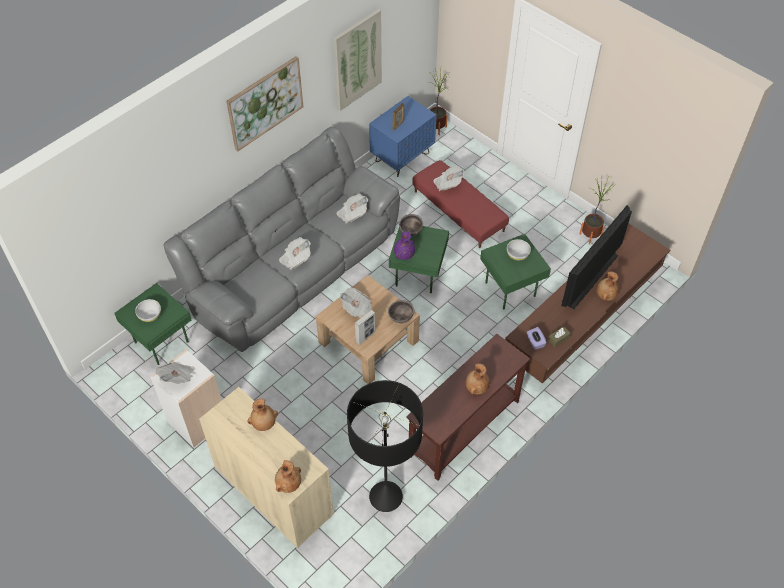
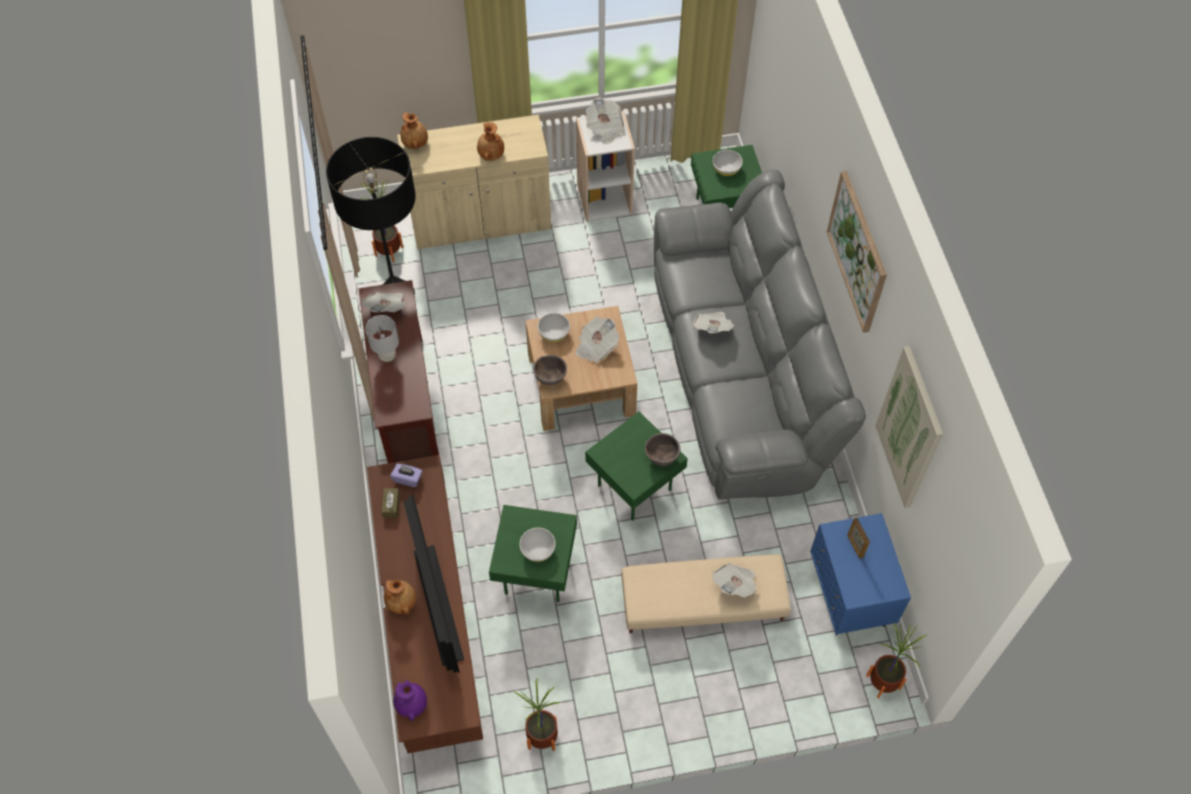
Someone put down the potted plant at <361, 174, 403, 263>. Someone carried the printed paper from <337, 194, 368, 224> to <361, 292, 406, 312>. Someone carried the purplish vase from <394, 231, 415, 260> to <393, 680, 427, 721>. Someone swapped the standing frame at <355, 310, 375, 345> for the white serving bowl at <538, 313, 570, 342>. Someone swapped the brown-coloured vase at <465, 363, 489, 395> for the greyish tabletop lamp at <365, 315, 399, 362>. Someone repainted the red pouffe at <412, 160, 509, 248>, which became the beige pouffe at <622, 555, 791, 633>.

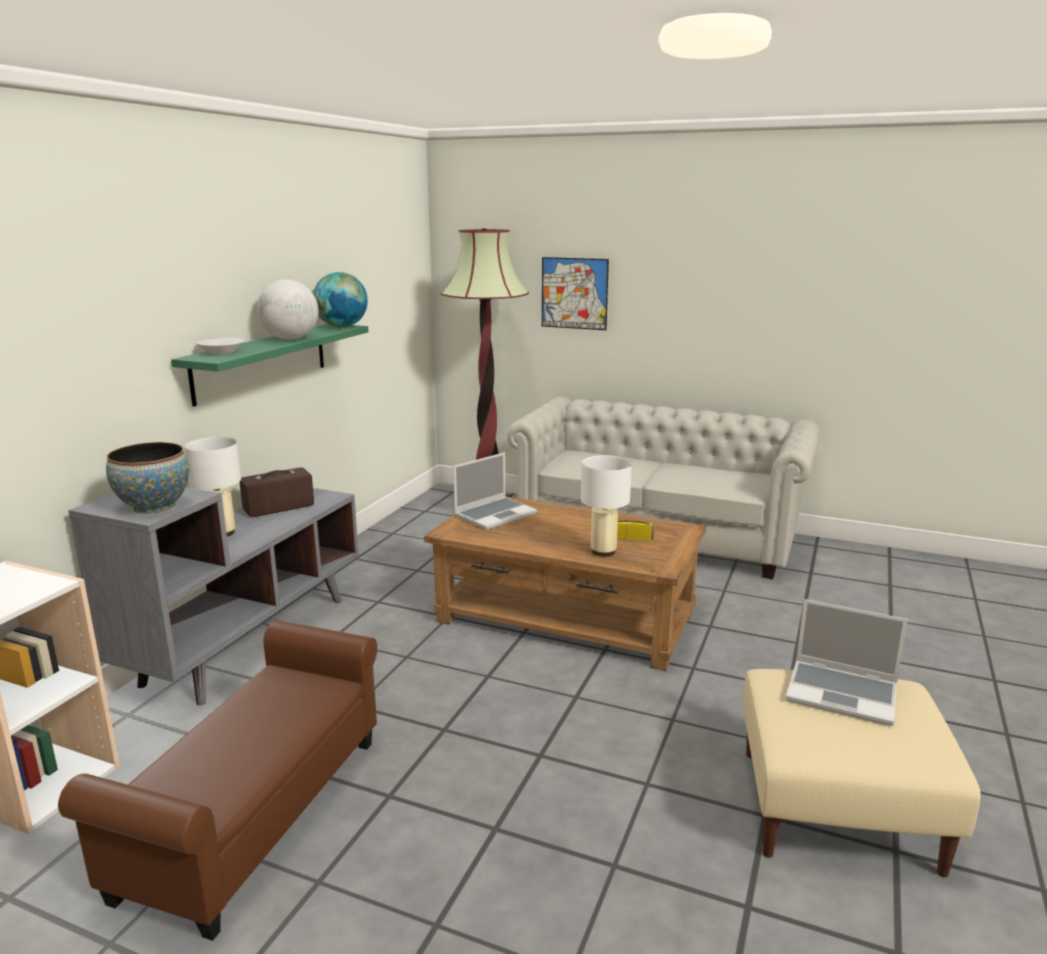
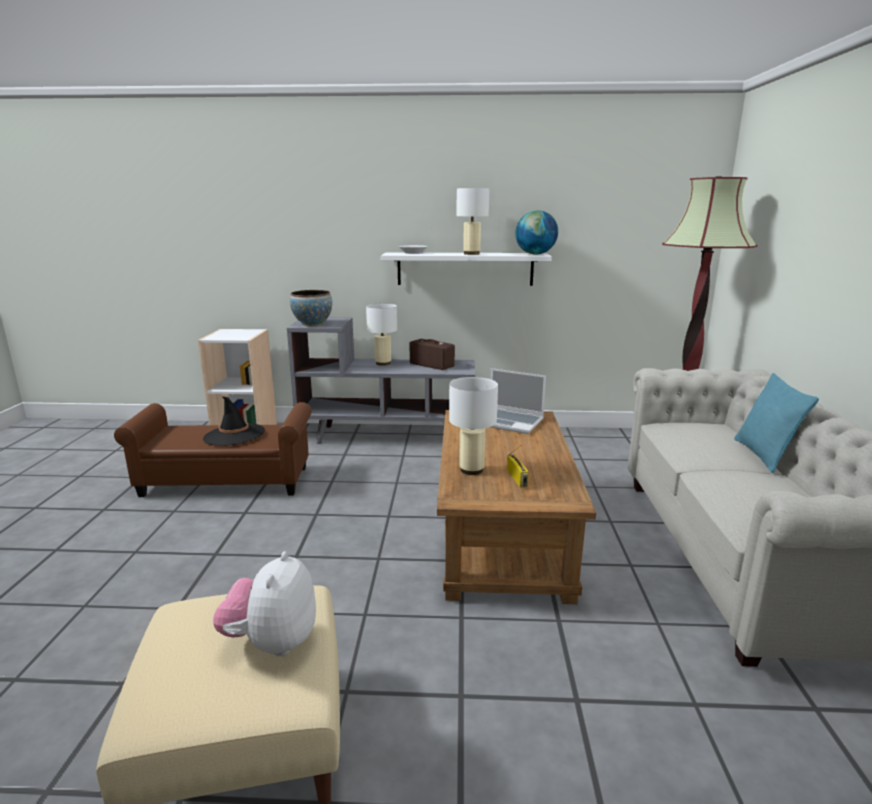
Someone took away the picture at <542, 257, 609, 330>. Someone put down the blackish clothing hat at <203, 396, 265, 446>. Someone put down the turquoise cushion at <734, 373, 819, 473>. Someone swapped the world globe at <257, 279, 319, 340> for the white tabletop lamp at <457, 188, 489, 255>. Someone swapped the portable computer at <786, 599, 908, 726> for the plush toy at <213, 551, 316, 656>. Someone repainted the green-coloured bracket shelf at <171, 324, 369, 407>, which became the white bracket shelf at <381, 252, 552, 286>.

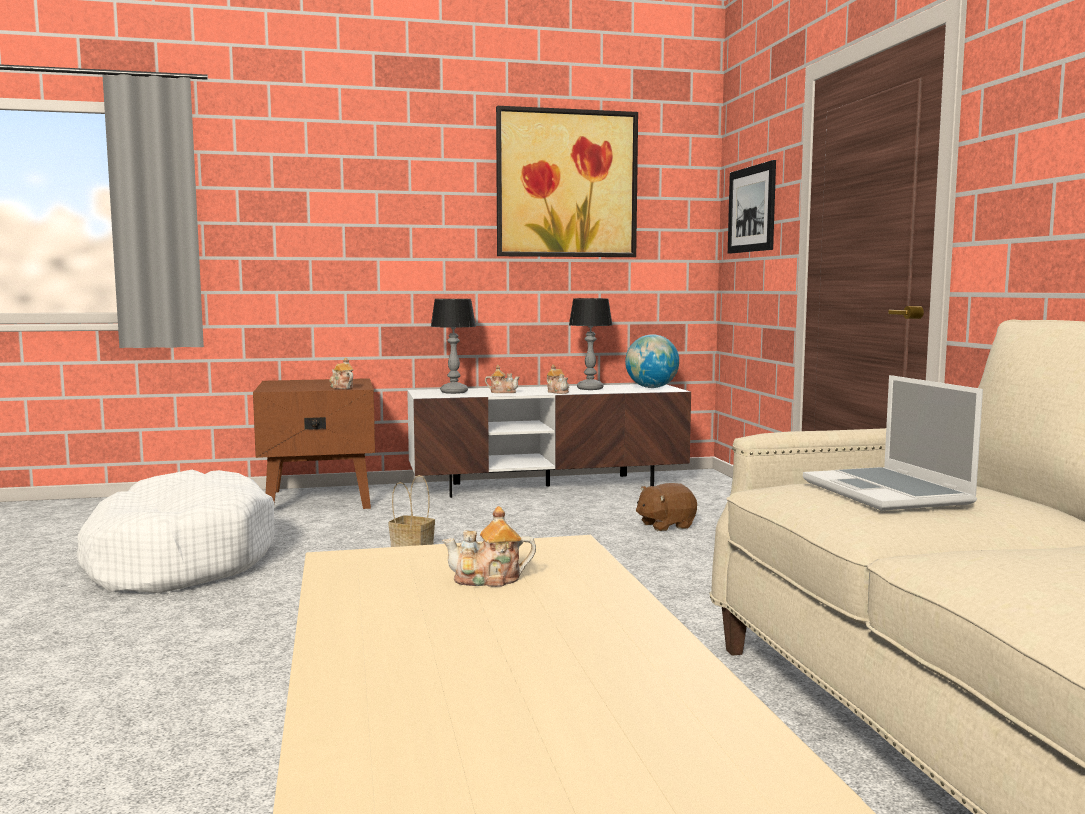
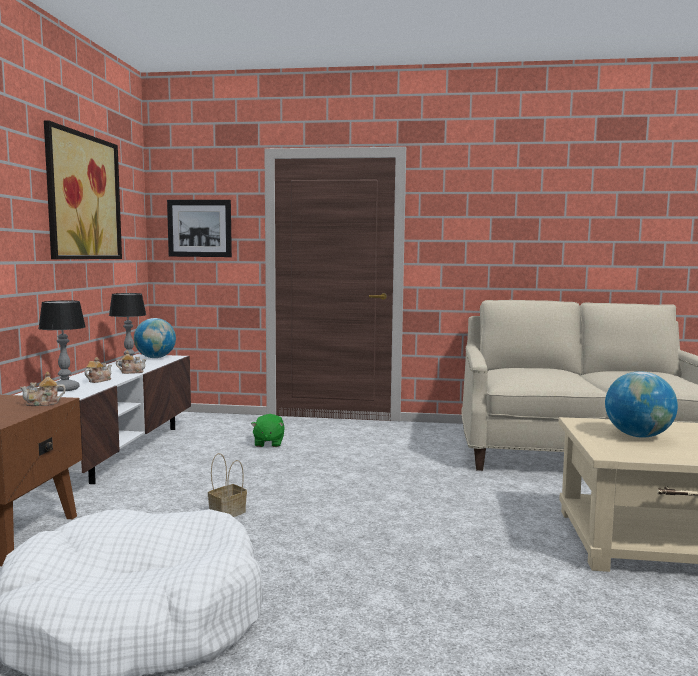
Someone took away the portable computer at <803, 375, 983, 511>. Someone swapped the tea pot at <442, 506, 536, 587> for the world globe at <605, 371, 678, 438>. Someone repainted the brown-coloured plush toy at <636, 483, 697, 531>, which became the green-coloured plush toy at <251, 414, 285, 447>.

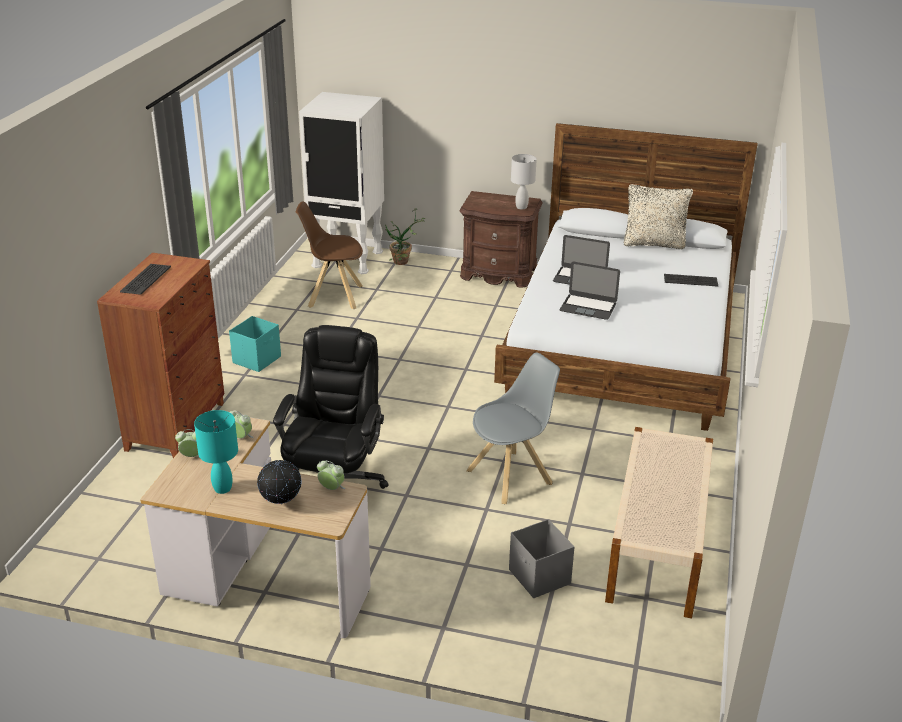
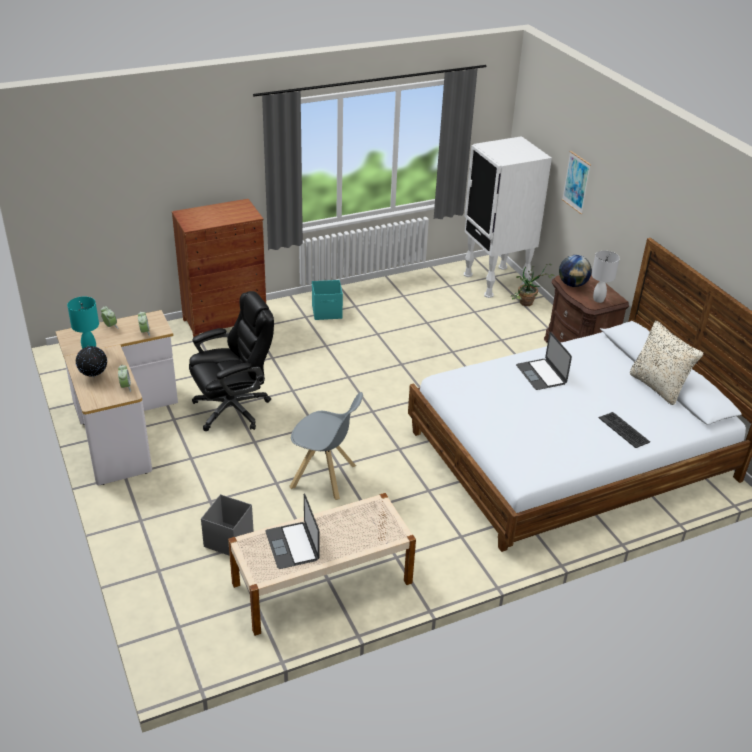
Someone took away the computer keyboard at <120, 264, 171, 295>. Someone took away the brown-coloured upright chair at <296, 201, 363, 309>. Someone put down the world globe at <559, 255, 592, 287>. Someone put up the picture at <562, 151, 591, 214>. Someone carried the portable computer from <560, 262, 620, 320> to <265, 494, 320, 569>.

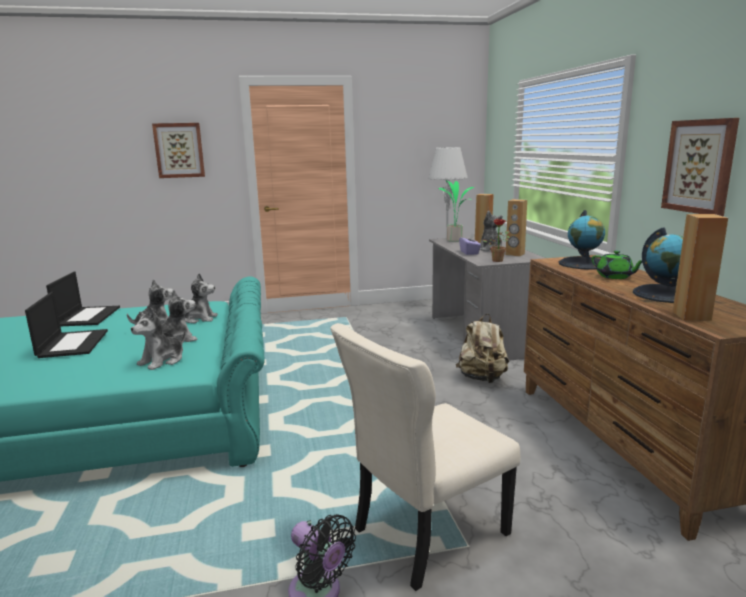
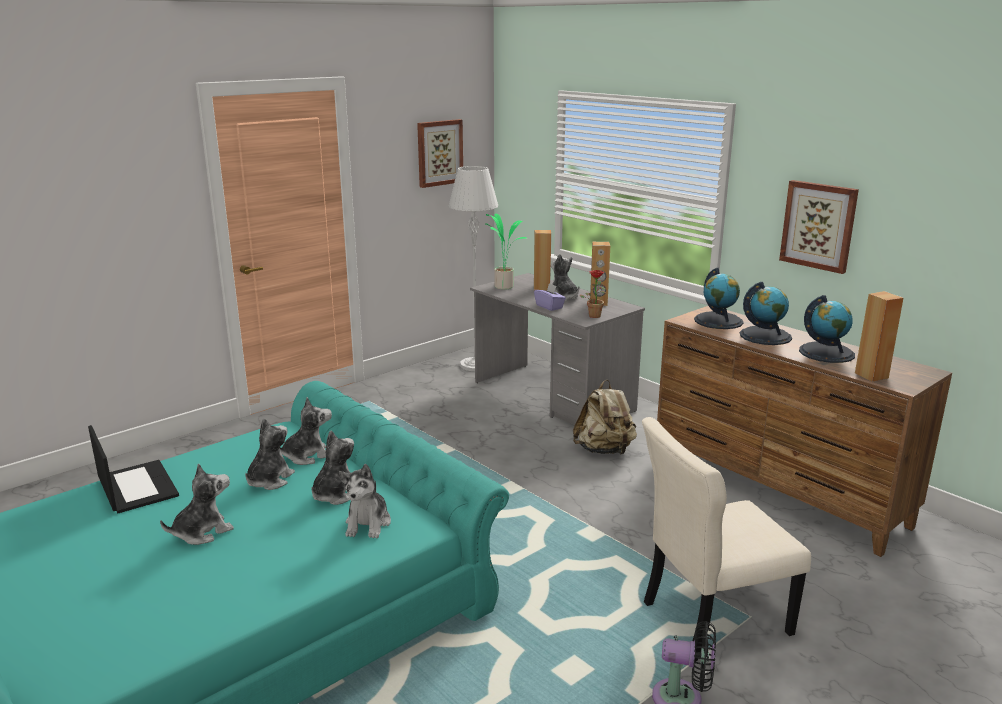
Someone carried the picture from <152, 123, 205, 178> to <417, 119, 463, 188>. Someone swapped the portable computer at <25, 292, 108, 358> for the plush toy at <160, 463, 234, 545>. Someone swapped the green-coloured tea pot at <592, 250, 642, 279> for the world globe at <740, 282, 792, 345>. Someone rotated the beige upright chair at <330, 323, 520, 591> by 45 degrees clockwise.

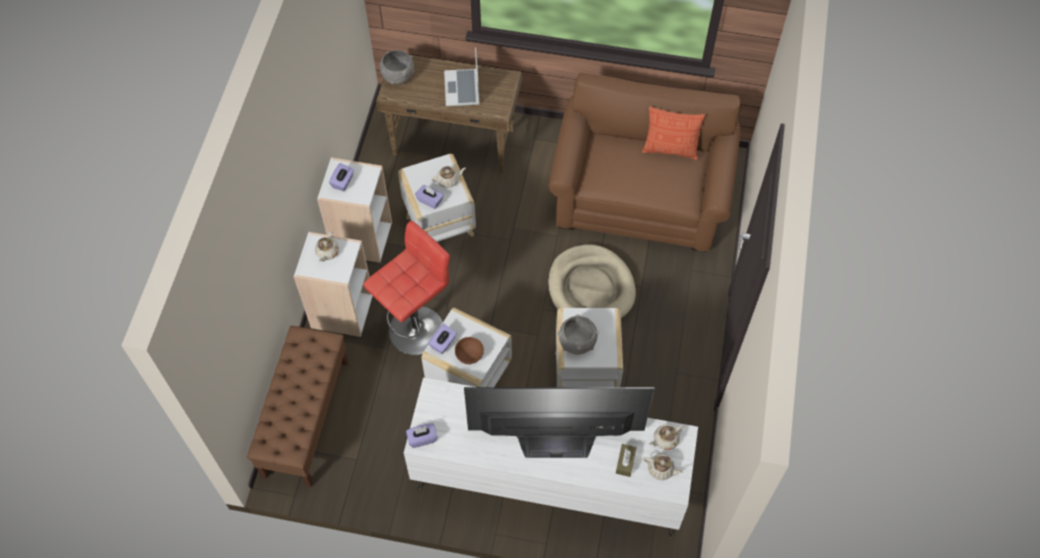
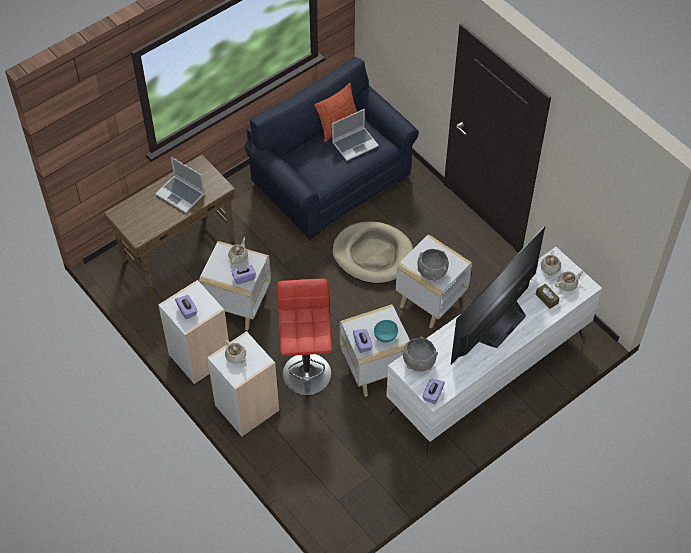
Someone took away the brown-coloured indoor bench at <247, 326, 348, 487>. Someone put down the portable computer at <332, 109, 379, 161>. Someone carried the greyish serving bowl from <380, 50, 415, 85> to <402, 337, 438, 372>. Someone repainted the brown-coloured serving bowl at <455, 337, 484, 364>, which became the turquoise serving bowl at <374, 320, 398, 343>. Someone repainted the brown-coloured settee at <548, 73, 740, 252>, which became the blue-coloured settee at <245, 57, 419, 239>.

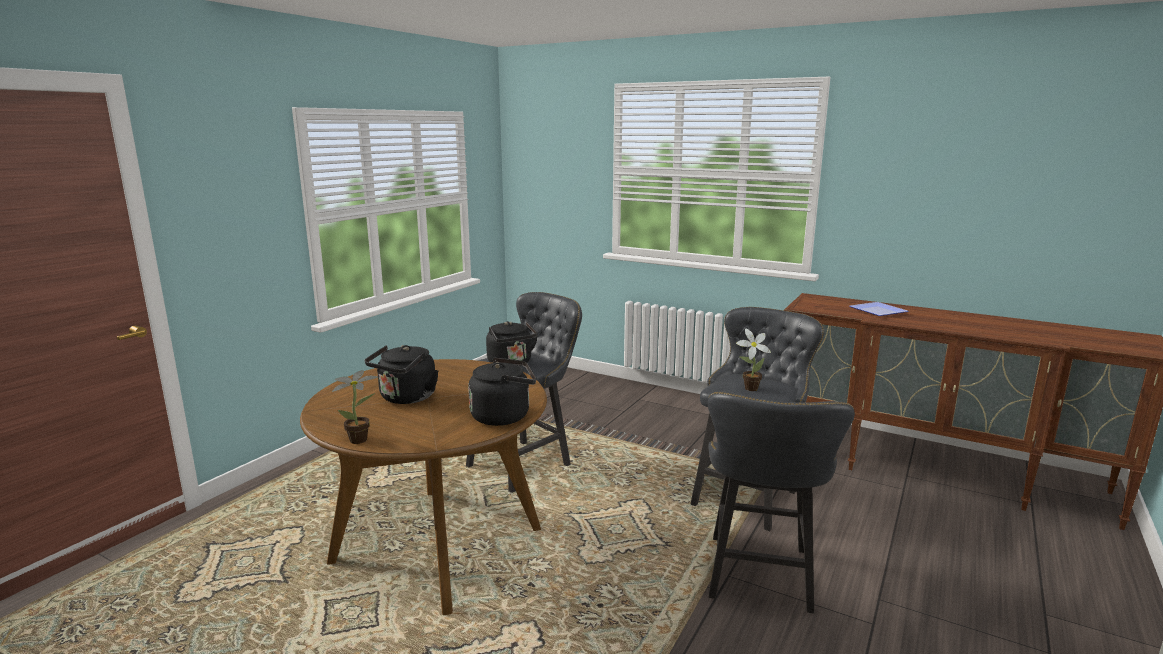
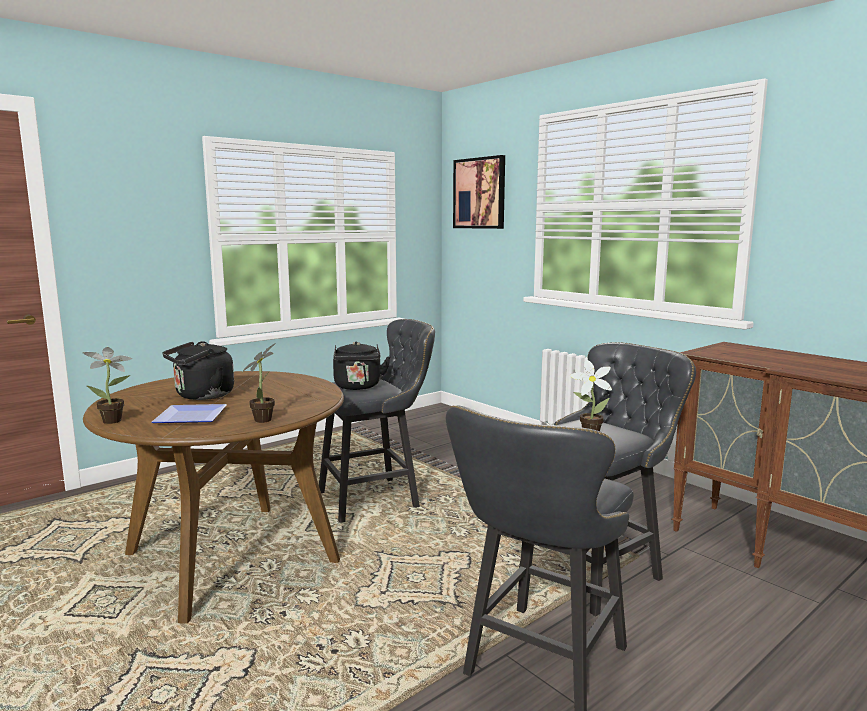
Someone put up the picture at <453, 155, 505, 229>. Someone carried the flat dish from <849, 302, 909, 316> to <152, 404, 227, 423>. Someone swapped the blackish water kettle at <468, 357, 537, 426> for the potted plant at <241, 343, 276, 423>.

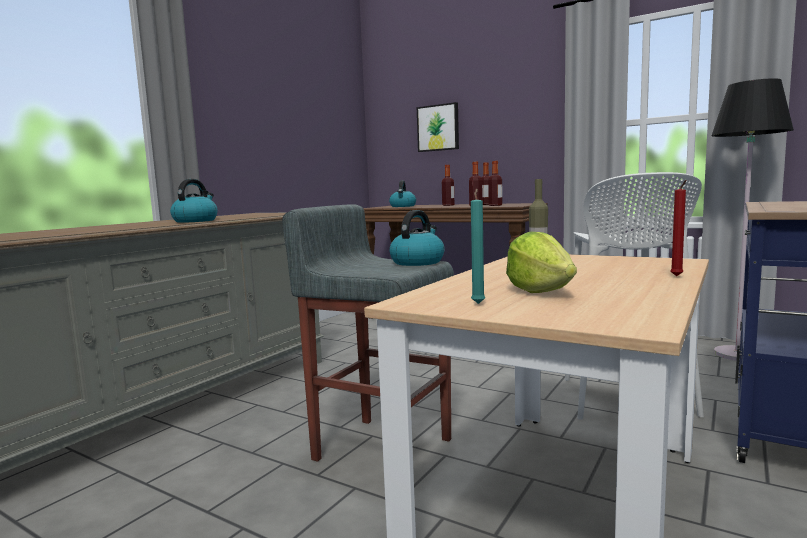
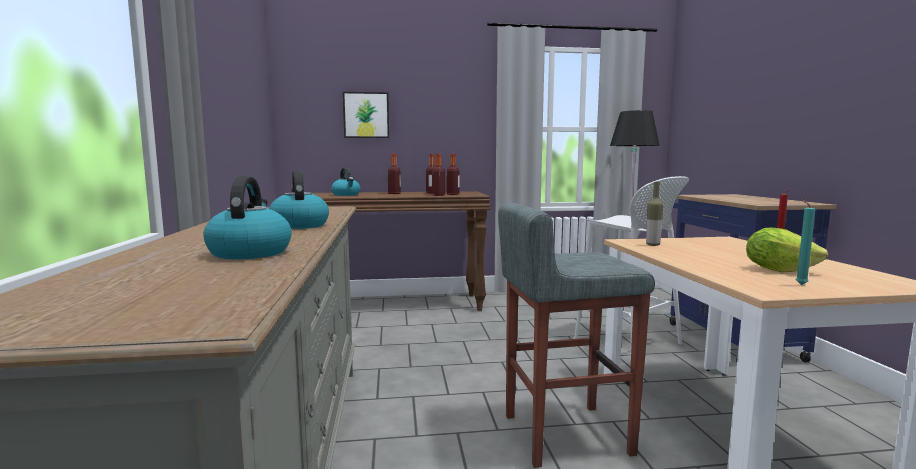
Someone carried the water kettle from <389, 210, 445, 266> to <203, 176, 292, 259>.

